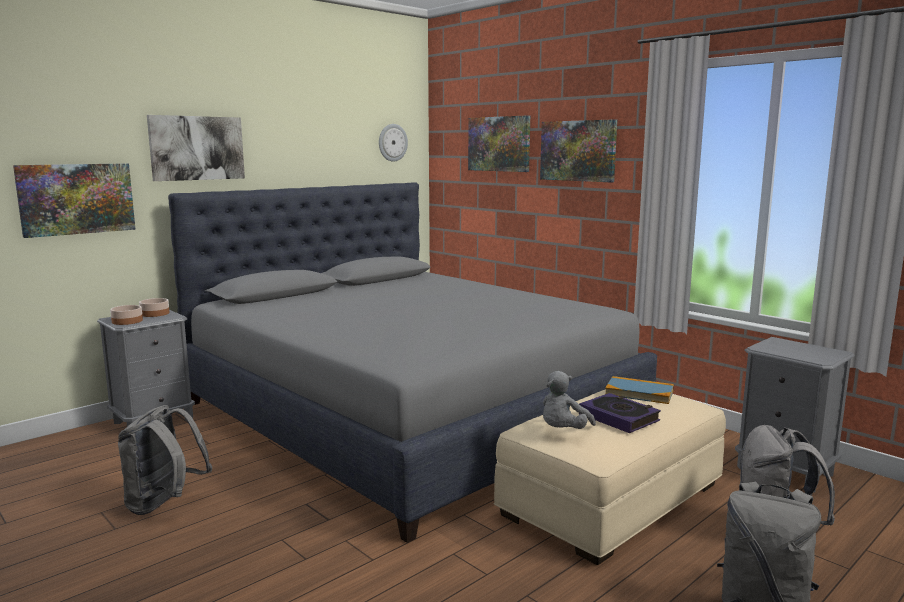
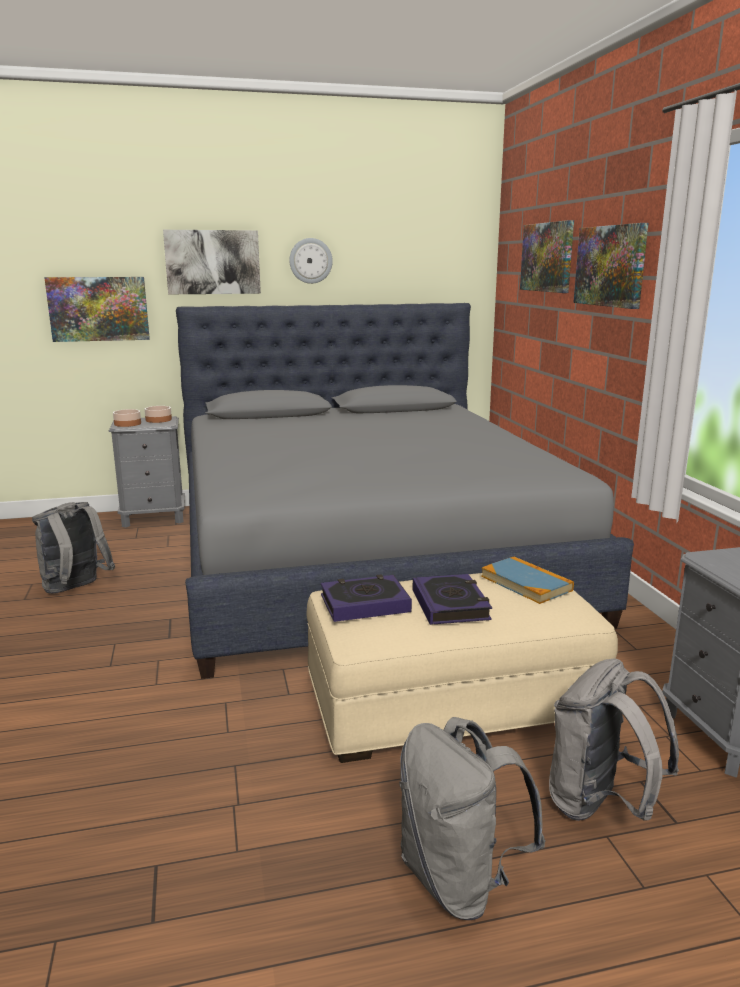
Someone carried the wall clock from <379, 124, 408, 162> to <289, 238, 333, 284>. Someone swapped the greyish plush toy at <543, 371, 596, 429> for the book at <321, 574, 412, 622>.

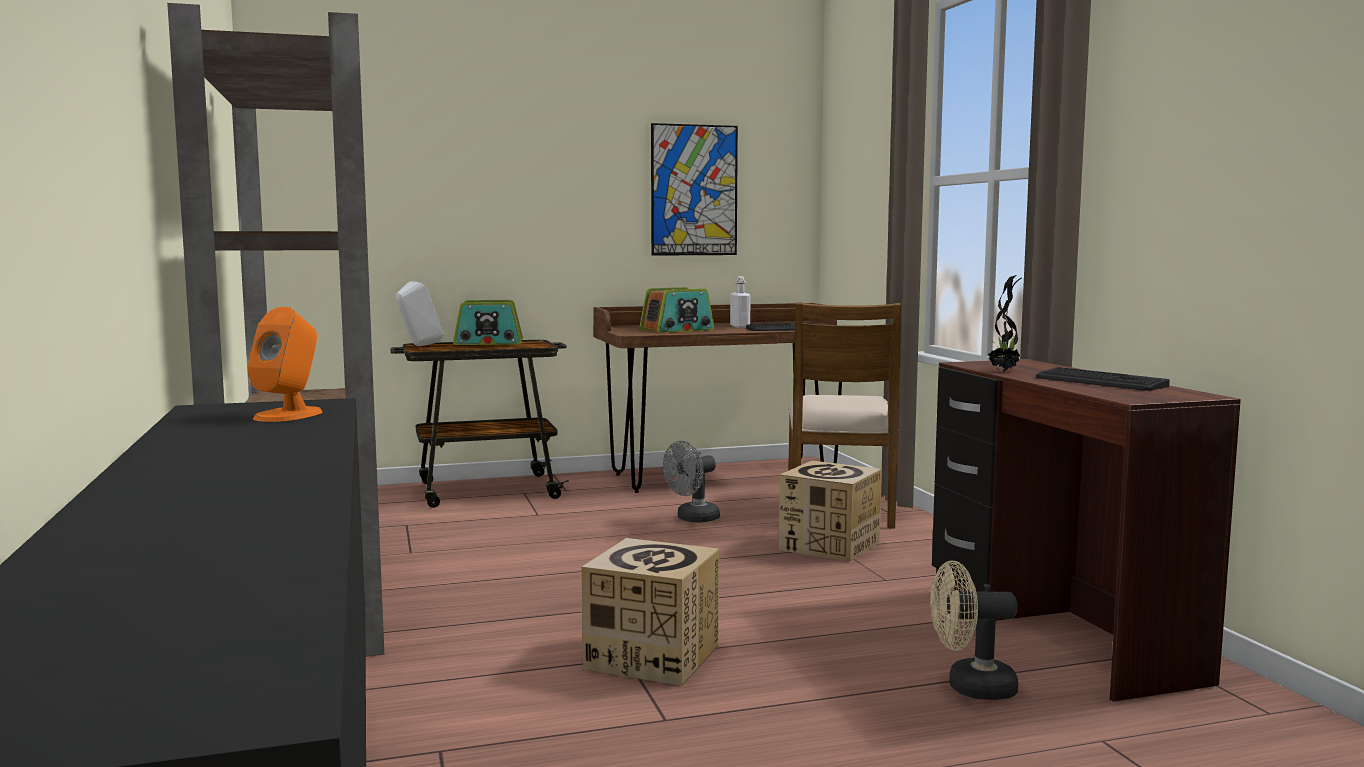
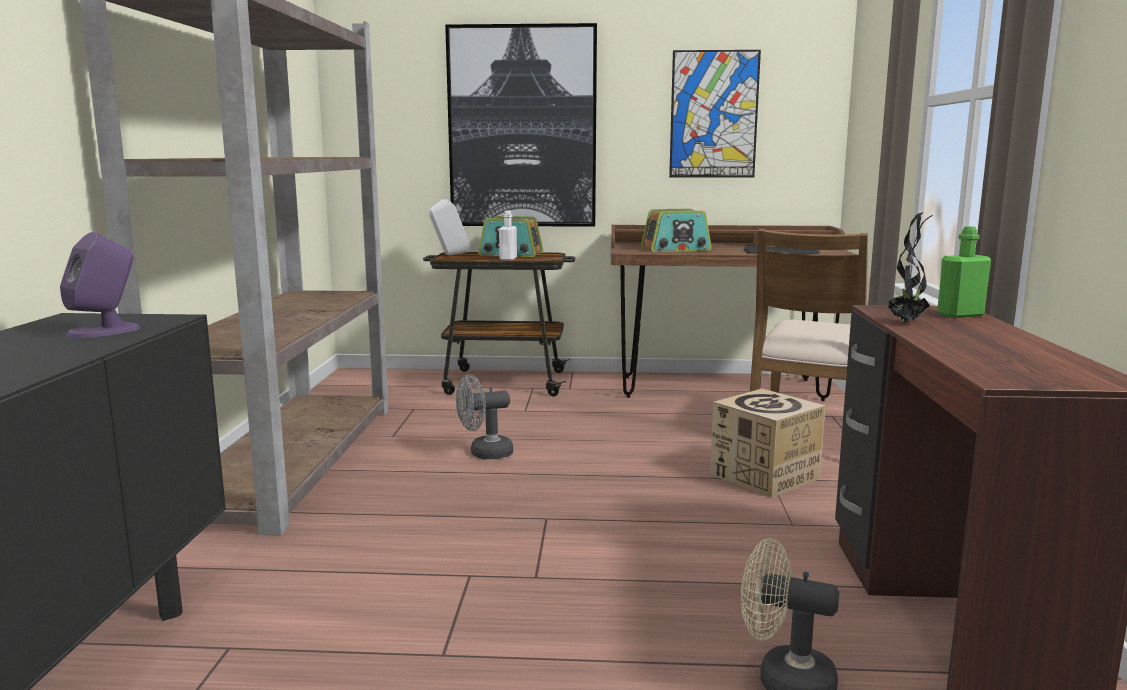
Someone took away the carton at <582, 538, 719, 686>. Someone took away the computer keyboard at <1036, 367, 1170, 391>. Someone put up the picture at <445, 23, 597, 227>. Someone put down the green-coloured drink bottle at <937, 226, 991, 318>. Someone carried the greyish cooling fan from <663, 441, 720, 523> to <456, 374, 513, 459>. Someone carried the white drink bottle from <730, 276, 751, 328> to <499, 210, 517, 261>. Someone repainted the orange loudspeaker at <247, 307, 323, 422>, which became the purplish loudspeaker at <60, 232, 140, 338>.

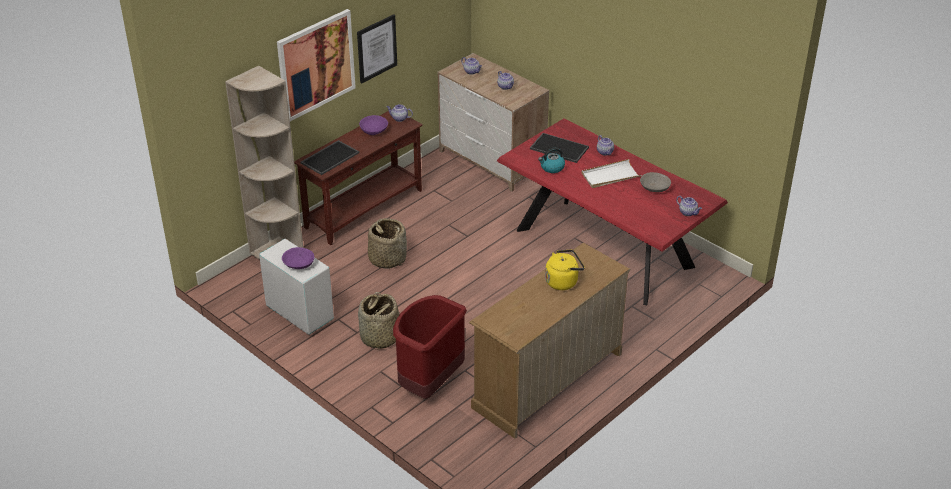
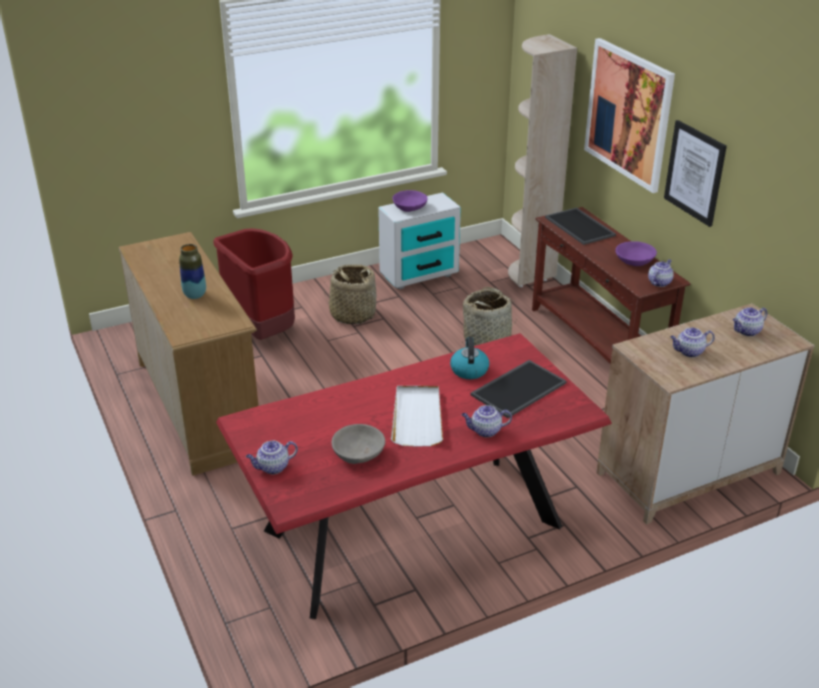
Someone swapped the yellow water kettle at <545, 250, 585, 290> for the vase at <179, 244, 206, 299>.

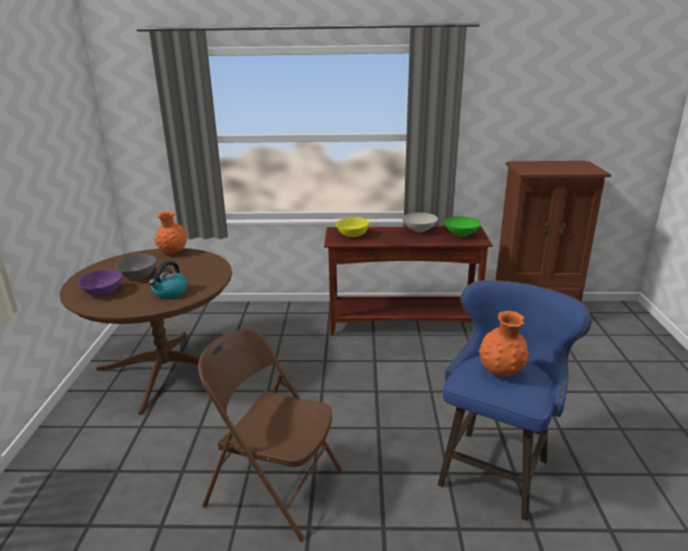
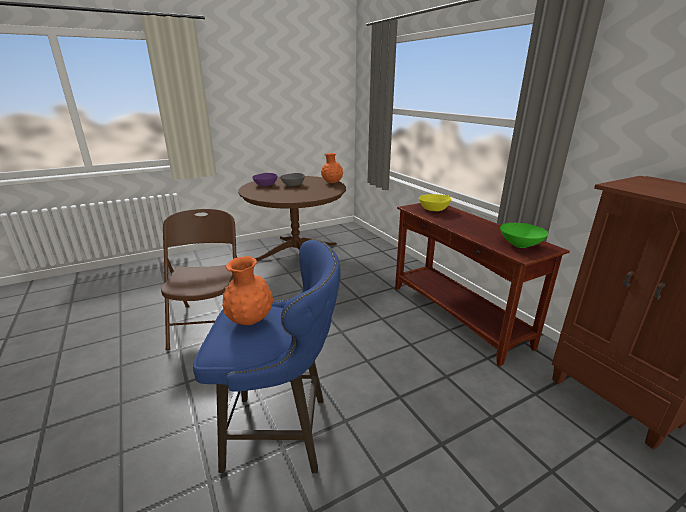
Someone took away the water kettle at <149, 261, 188, 299>. Someone took away the white serving bowl at <402, 212, 438, 232>.

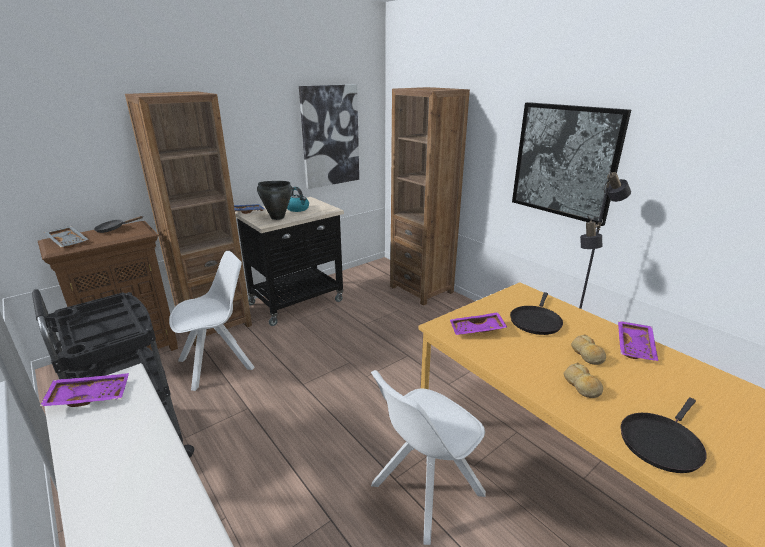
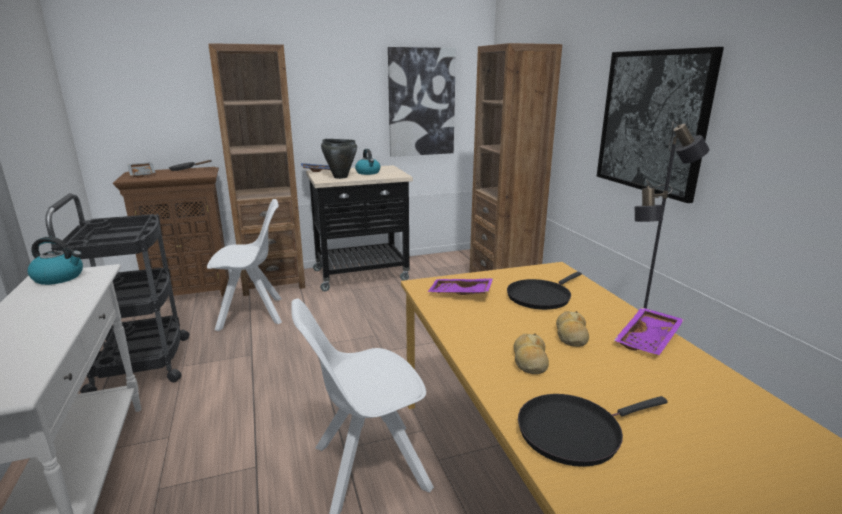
Someone swapped the purplish carrying tray at <39, 373, 129, 407> for the water kettle at <28, 237, 83, 285>.

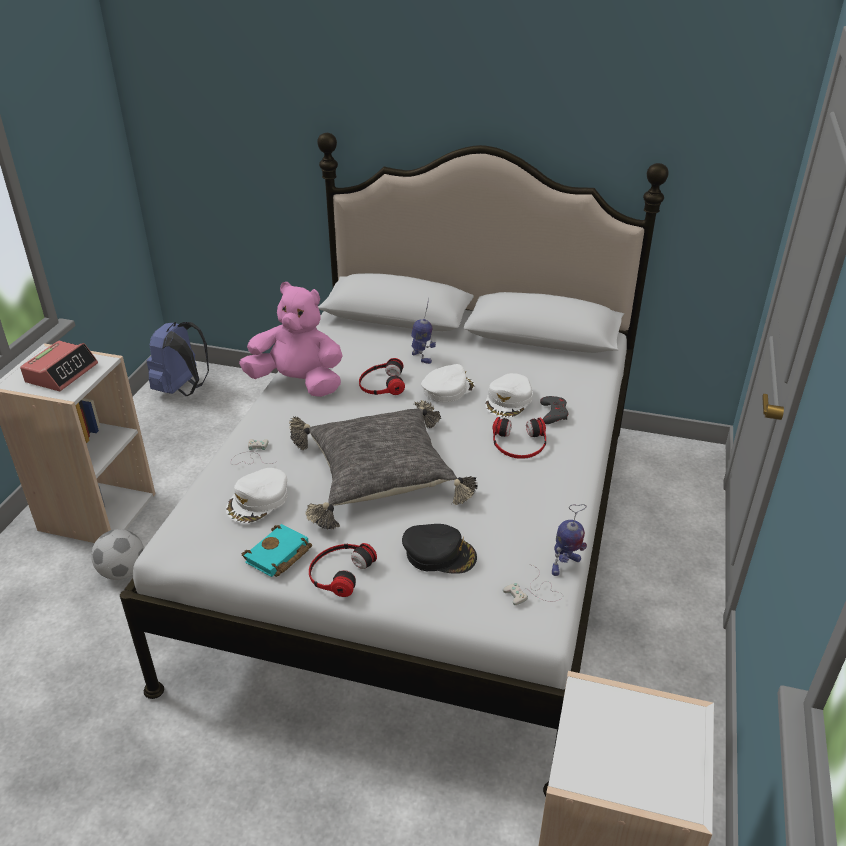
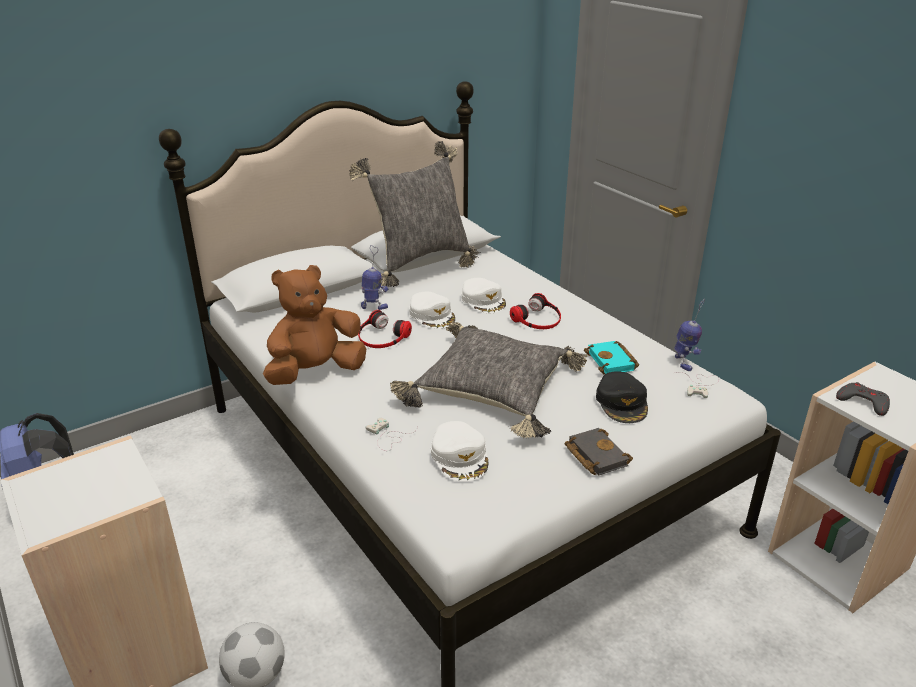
Someone took away the bedside clock at <20, 341, 98, 391>. Someone put down the cushion at <349, 141, 480, 287>. Someone carried the turquoise book from <242, 524, 312, 577> to <584, 341, 639, 374>. Someone carried the greyish joypad from <540, 396, 568, 424> to <836, 382, 890, 416>. Someone swapped the pair of headphones at <309, 543, 377, 597> for the blackish book at <564, 428, 633, 476>. Someone repainted the pinkish plush toy at <239, 282, 343, 397>, which became the brown-coloured plush toy at <263, 265, 366, 385>. Someone rotated the blackish cap at <402, 524, 477, 574> by 120 degrees clockwise. Someone rotated the white cap at <421, 364, 475, 403> by 150 degrees clockwise.

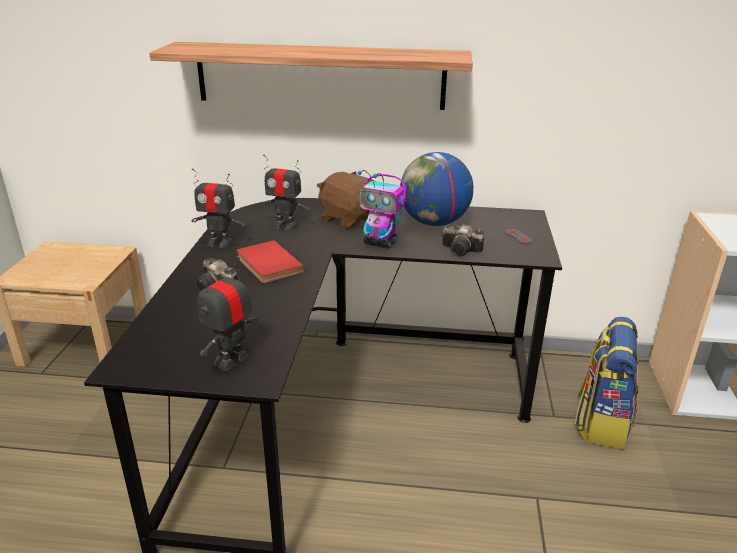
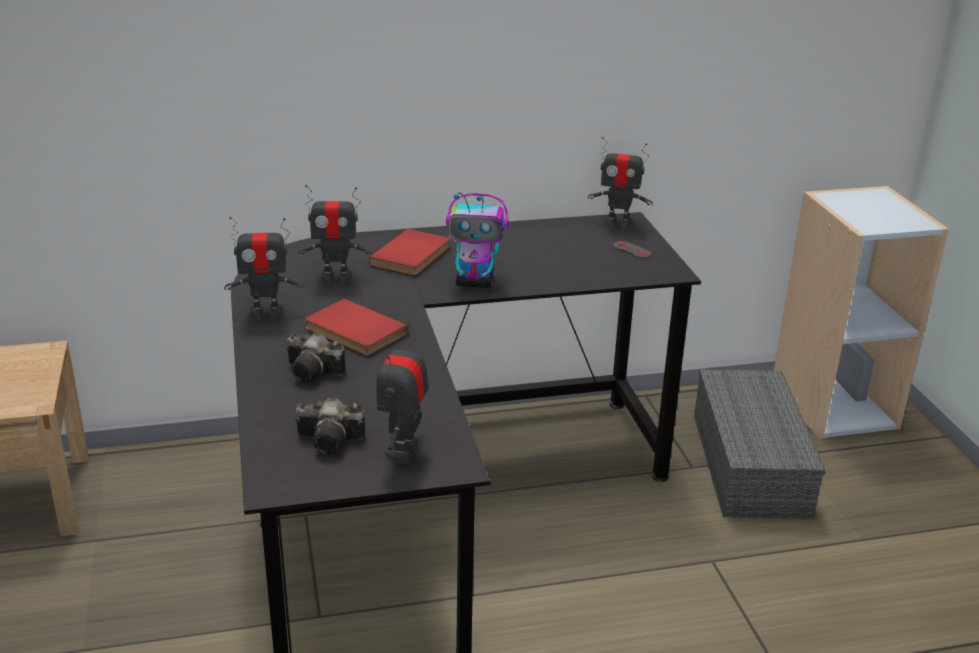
Someone took away the bracket shelf at <149, 42, 473, 110>. Someone took away the world globe at <400, 152, 473, 226>. Someone put down the model robot at <588, 137, 653, 229>. Someone carried the still camera from <442, 224, 484, 256> to <295, 398, 365, 454>. Someone swapped the brown-coloured plush toy at <317, 171, 374, 229> for the red book at <369, 229, 450, 275>. Someone swapped the backpack at <575, 317, 639, 450> for the greyish storage bin at <694, 369, 825, 519>.

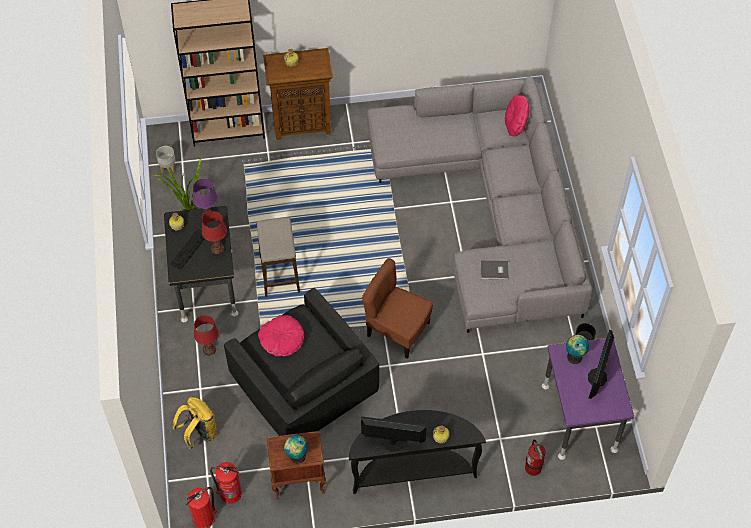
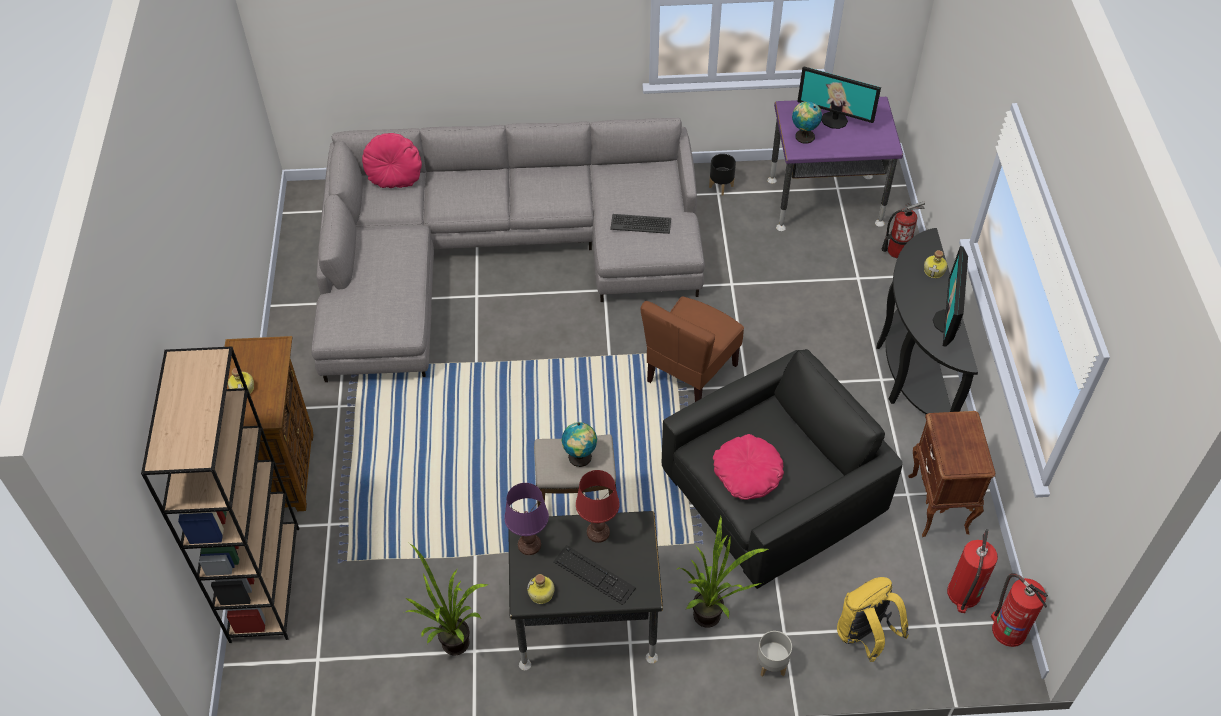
Someone carried the greyish flower pot from <156, 146, 175, 173> to <757, 631, 792, 677>. Someone carried the world globe from <284, 435, 308, 464> to <561, 422, 597, 467>. Someone swapped the red tabletop lamp at <194, 315, 219, 355> for the potted plant at <677, 516, 768, 628>. Someone swapped the greyish book at <481, 261, 509, 280> for the computer keyboard at <610, 214, 671, 234>.

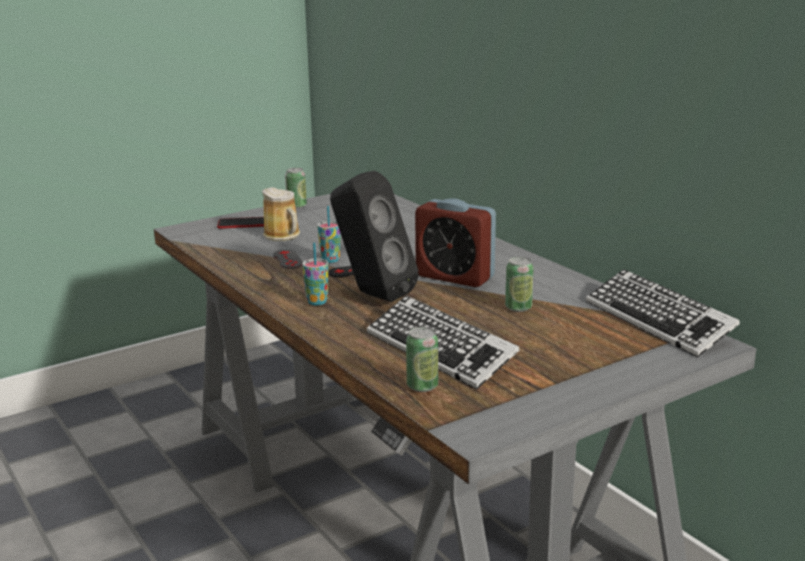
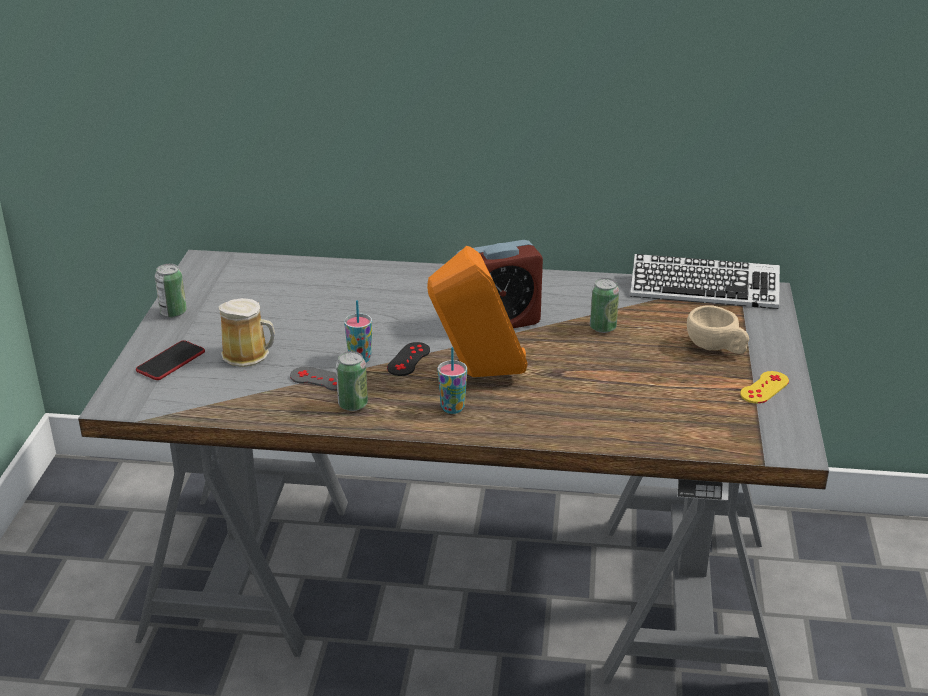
Someone took away the computer keyboard at <367, 296, 519, 390>. Someone put down the beige small cup at <687, 305, 749, 354>. Someone put down the yellow joypad at <740, 371, 789, 404>. Someone carried the sealed can from <406, 327, 438, 392> to <336, 351, 368, 411>. Someone repainted the blackish loudspeaker at <330, 171, 419, 302>, which became the orange loudspeaker at <427, 246, 527, 377>.

